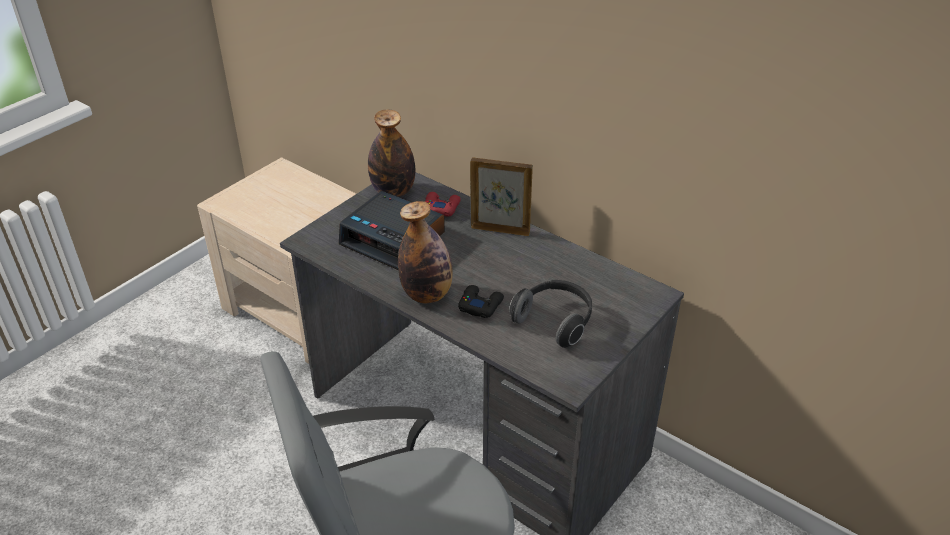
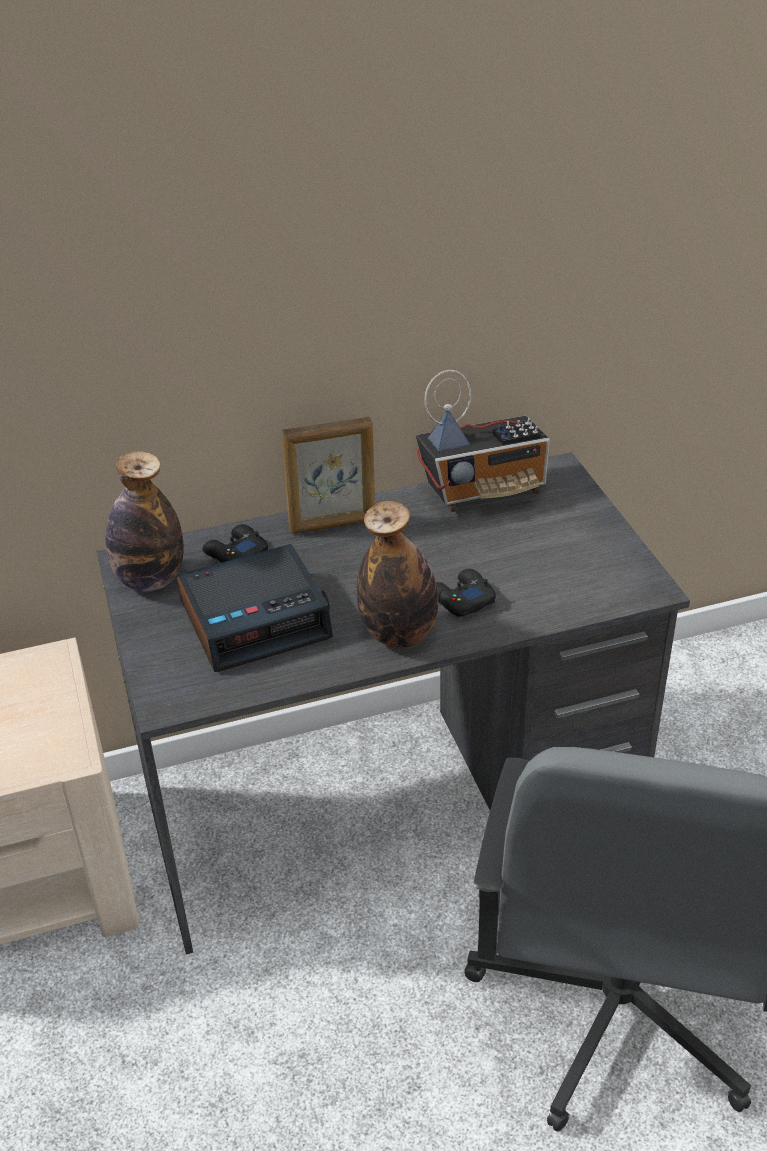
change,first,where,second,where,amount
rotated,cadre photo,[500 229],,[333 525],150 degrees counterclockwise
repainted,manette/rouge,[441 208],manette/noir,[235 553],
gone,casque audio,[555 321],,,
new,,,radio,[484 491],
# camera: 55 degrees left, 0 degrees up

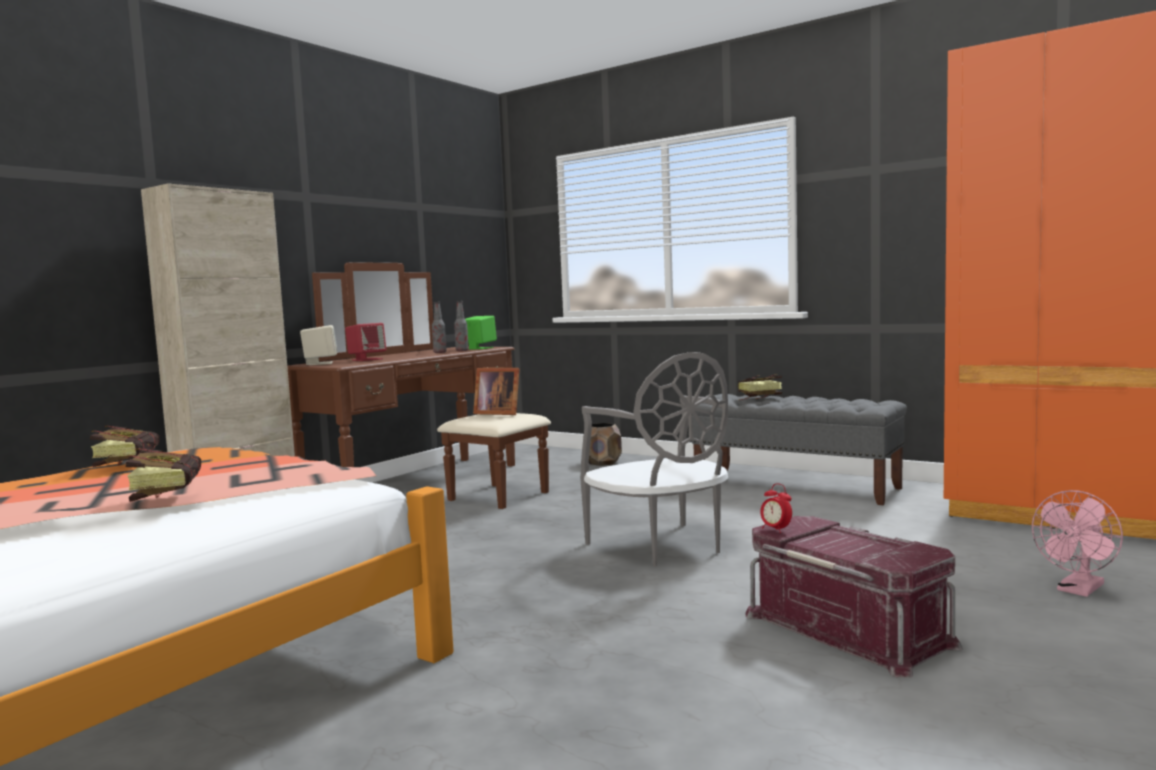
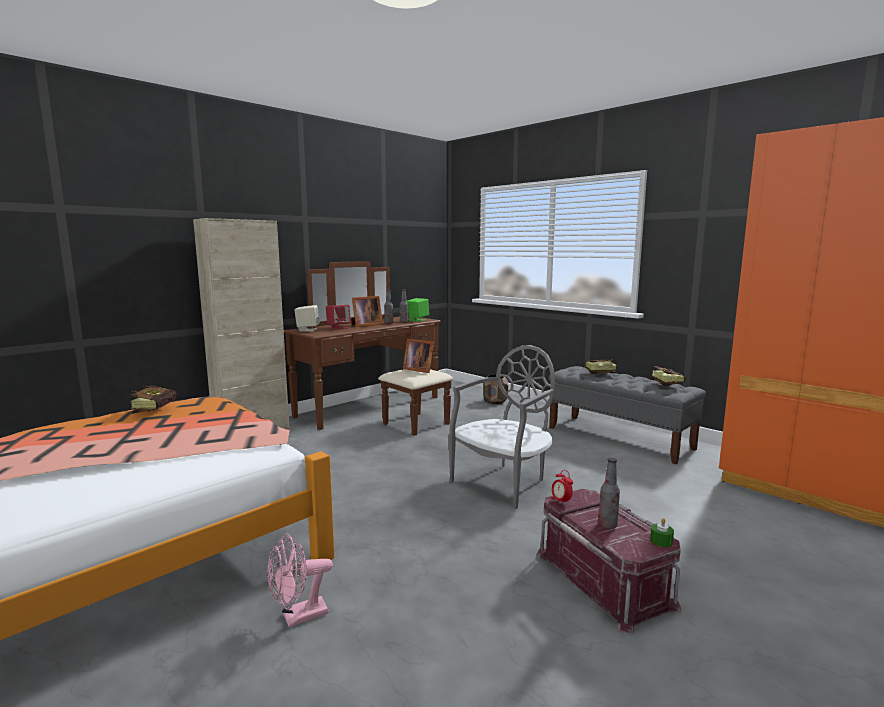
change,first,where,second,where,amount
rotated,chaise/gris,[661 546],,[504 483],120 degrees counterclockwise
shifted,livre,[169 495],,[665 384],
shifted,ventilateur/rose,[1078 590],,[298 617],
new,,,cadre photo,[365 325],
new,,,bouteille,[607 525],
new,,,bougie/vert,[661 541],
# camera: 10 degrees right, 5 degrees up

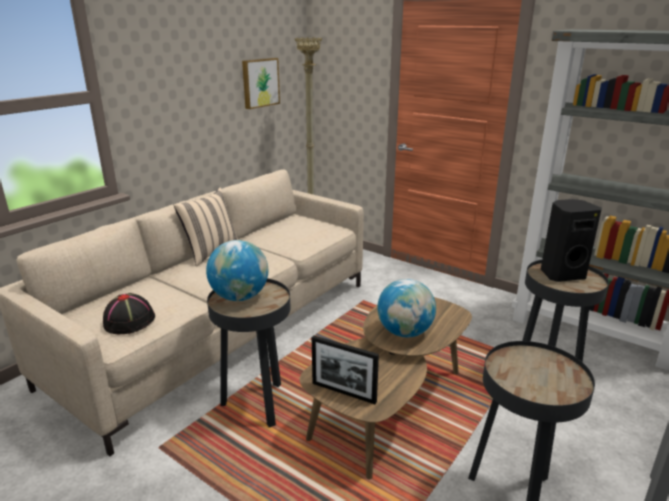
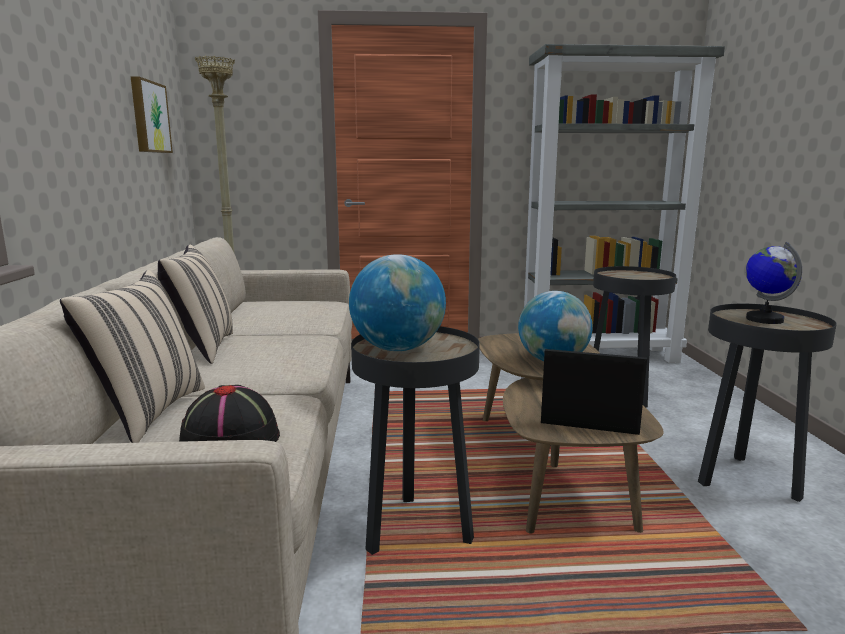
change,first,where,second,where,amount
gone,enceinte/noir,[561 274],,,
rotated,cadre photo,[343 392],,[589 427],150 degrees counterclockwise
new,,,globe,[764 319],
new,,,coussin/beige,[147 413],
# camera: 40 degrees left, 10 degrees down

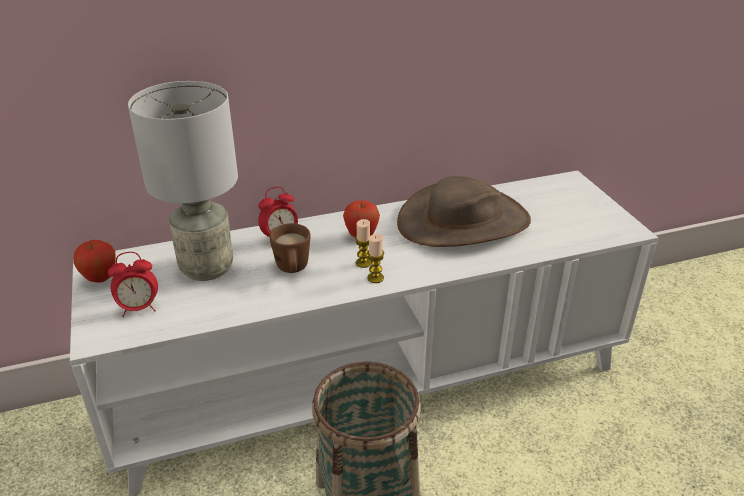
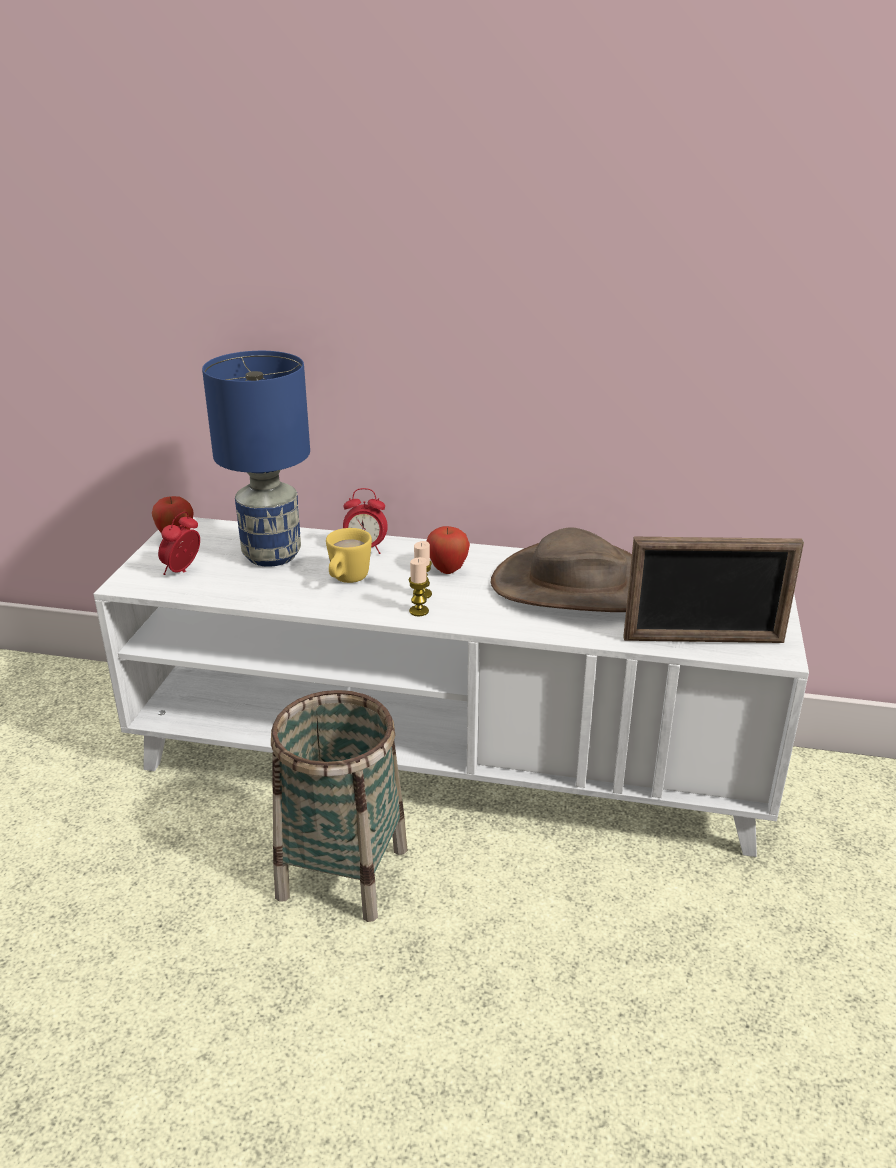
change,first,where,second,where,amount
repainted,lampe de table/gris,[208 268],lampe de table/bleu,[273 555],
repainted,mug/marron,[293 270],mug/jaune,[347 580],
rotated,réveil,[139 308],,[182 571],105 degrees clockwise
new,,,cadre photo,[703 640],
# camera: 30 degrees right, 5 degrees down

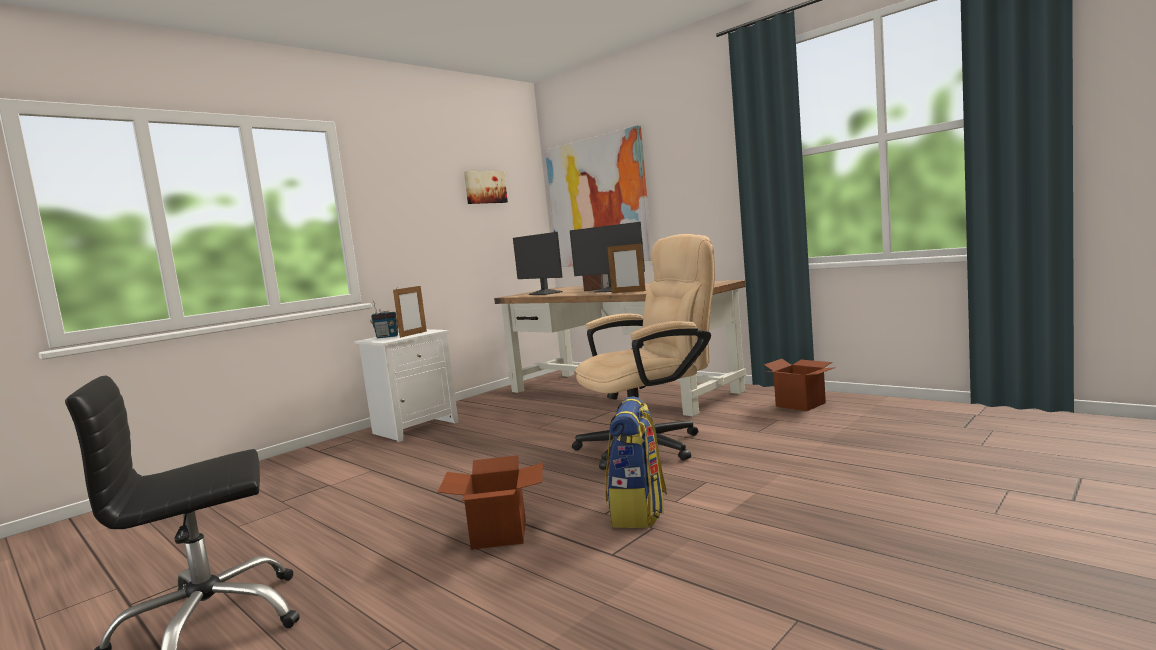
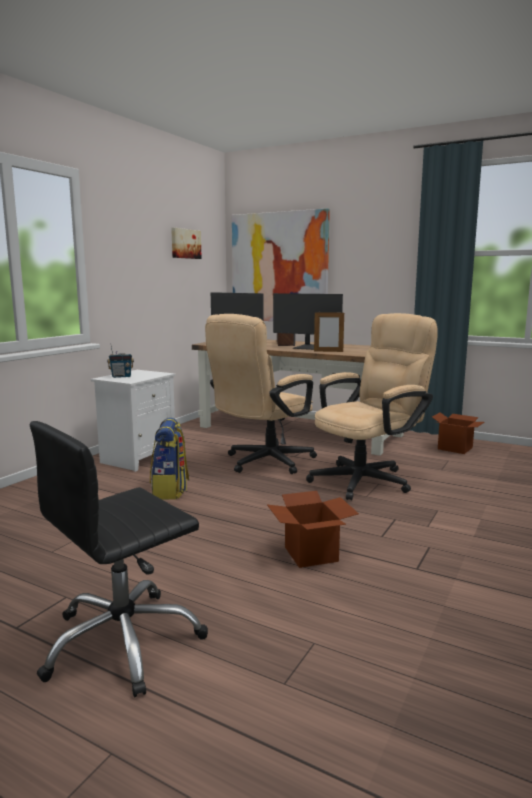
change,first,where,second,where,amount
gone,cadre photo,[413 334],,,
shifted,sac à dos,[638 512],,[170 491],
new,,,chaise de bureau/beige,[263 463],
# camera: 15 degrees left, 5 degrees up

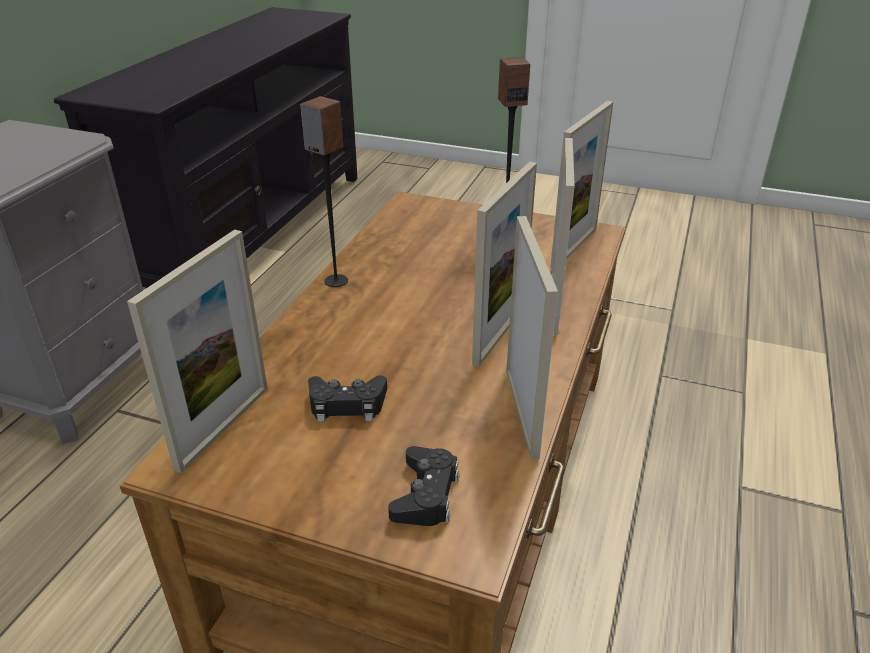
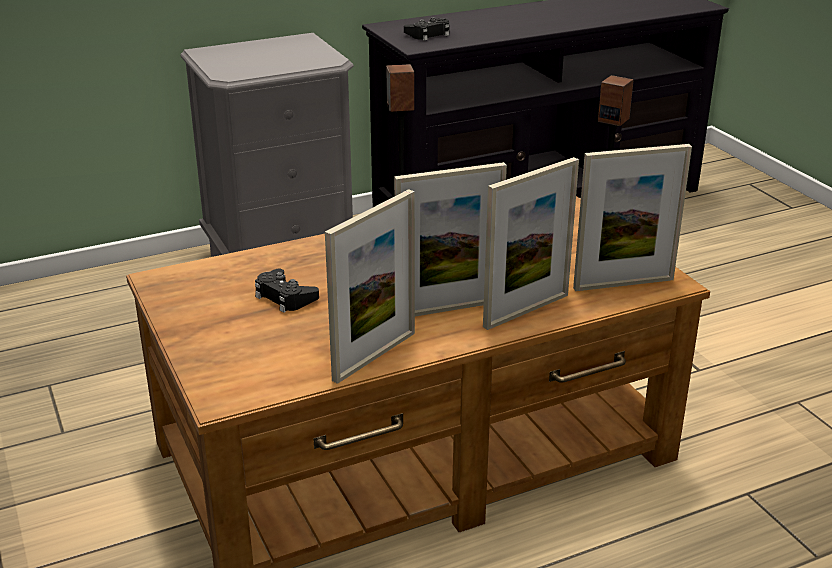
change,first,where,second,where,amount
gone,cadre photo,[223 427],,,
shifted,manette/noir,[426 494],,[428 34],
# camera: 45 degrees right, 5 degrees down

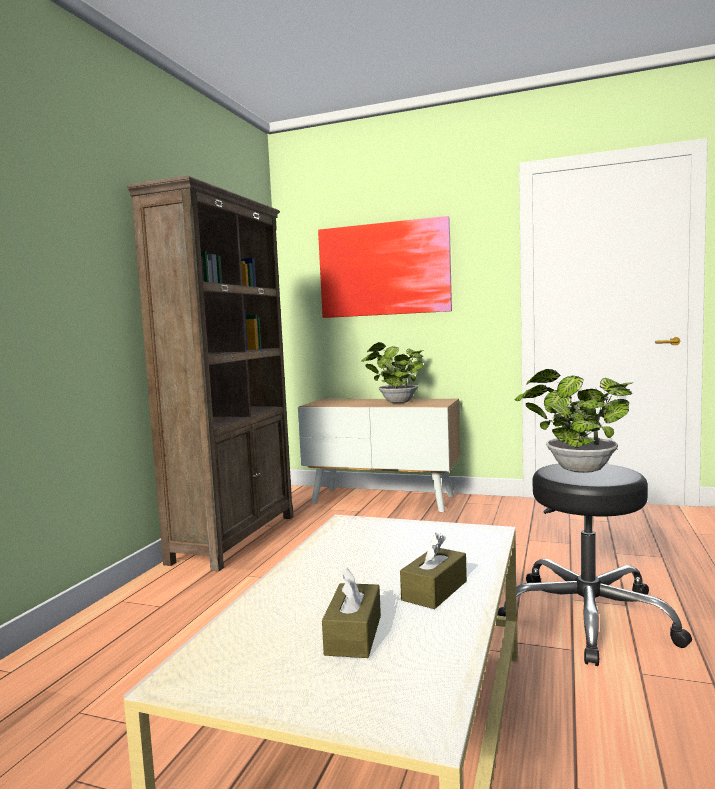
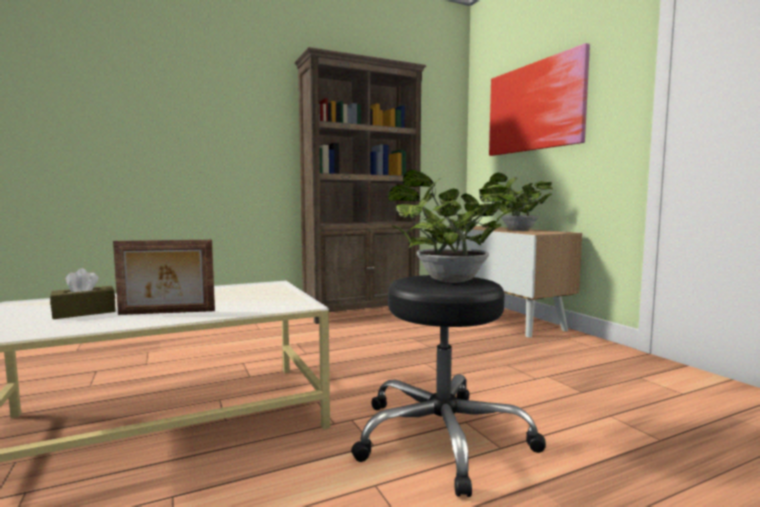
change,first,where,second,where,amount
swapped,boîte à mouchoirs/marron,[434 590],cadre photo,[166 313],
# camera: 45 degrees right, 0 degrees up

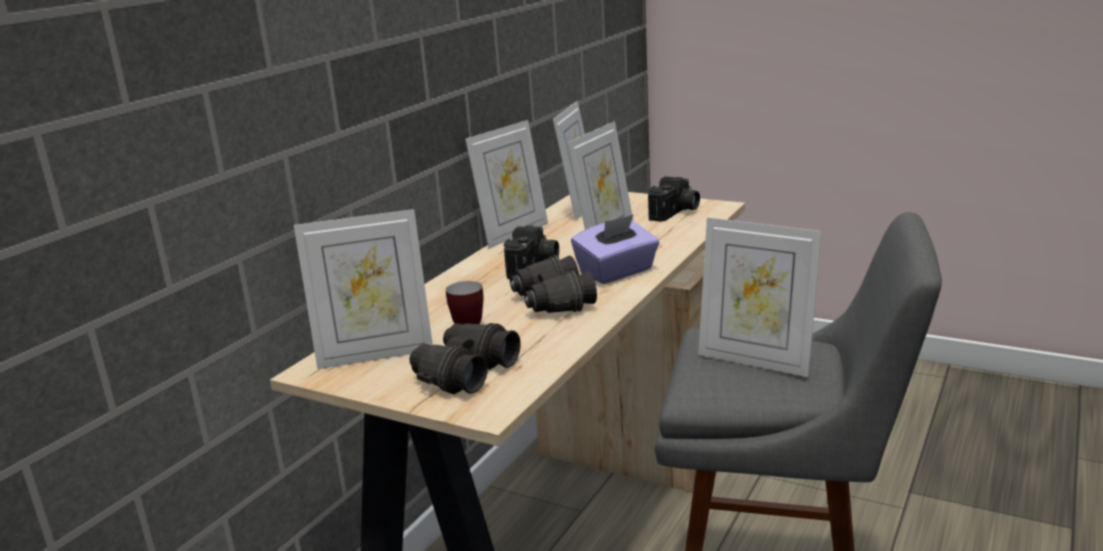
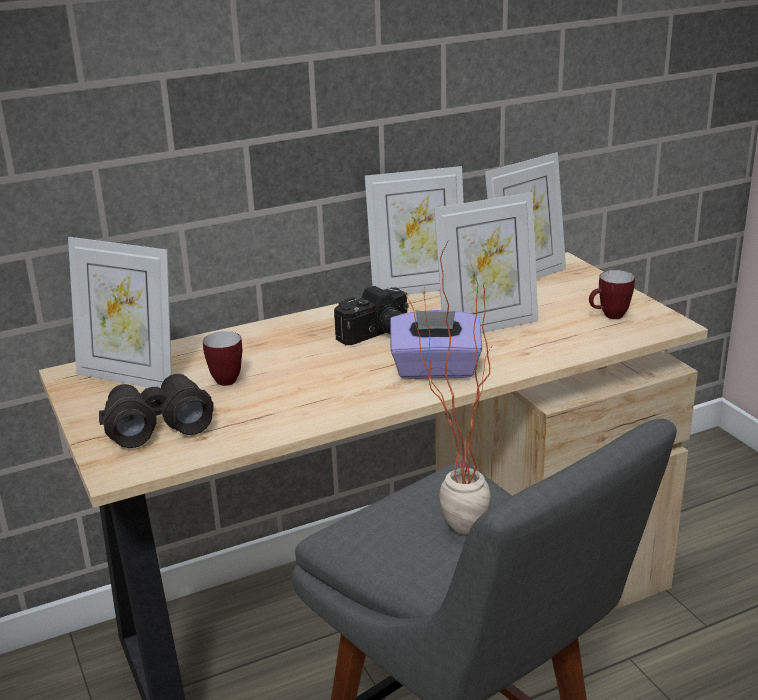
change,first,where,second,where,amount
swapped,appareil photo,[675 212],mug,[609 316],
swapped,cadre photo,[755 360],plante en pot,[448 526],
gone,jumelles/noir,[552 302],,,
# camera: 35 degrees right, 5 degrees up

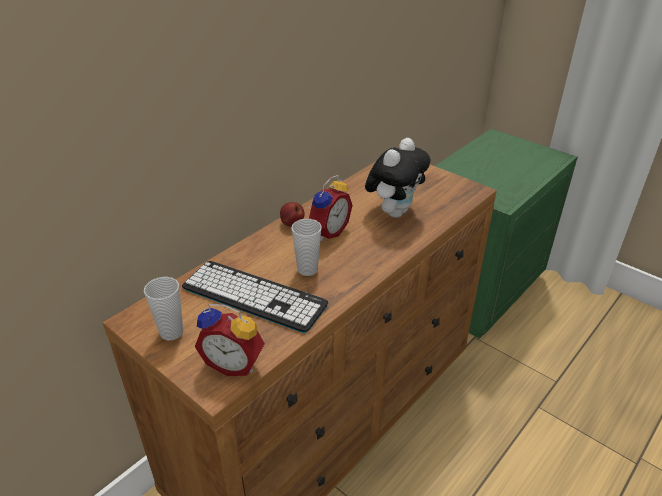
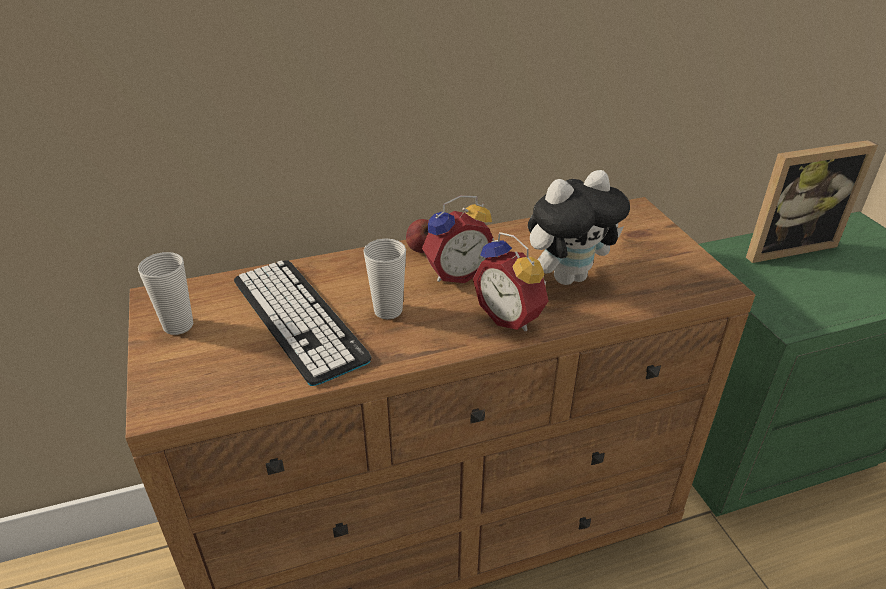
change,first,where,second,where,amount
shifted,réveil,[235 363],,[511 317],
new,,,cadre photo,[784 245],
# camera: 30 degrees right, 0 degrees up

